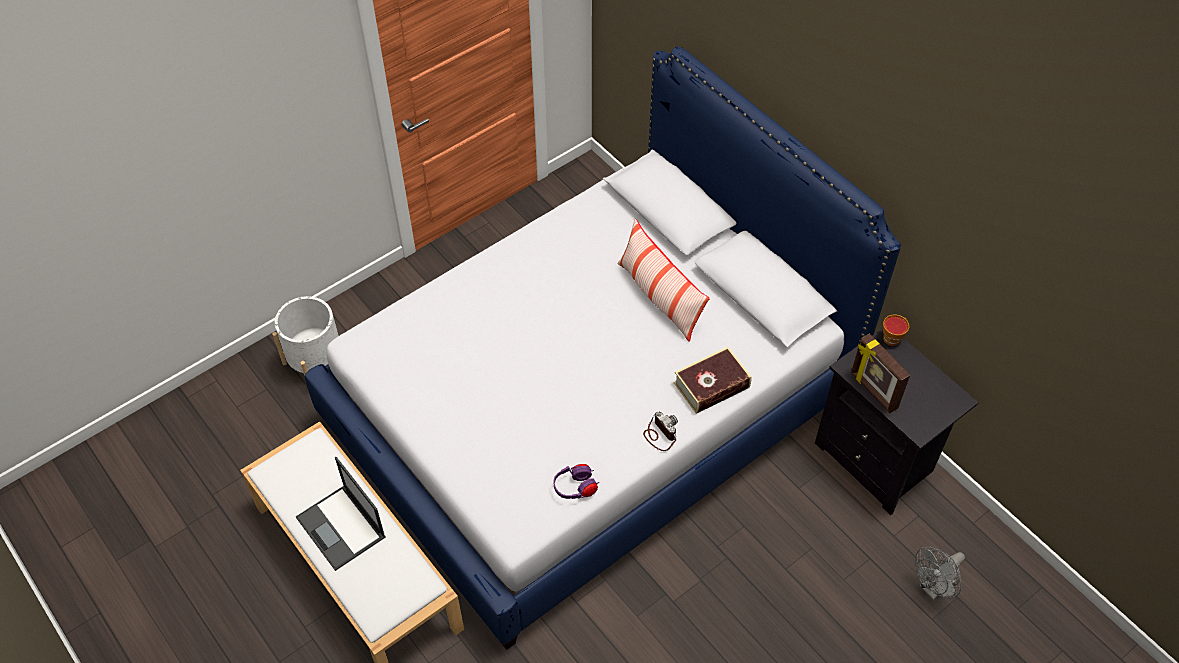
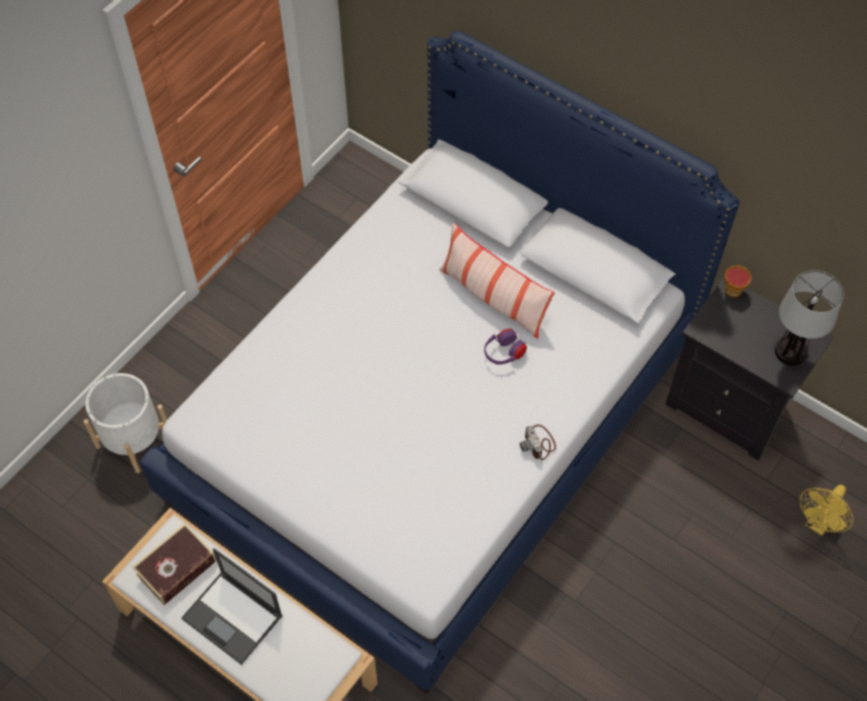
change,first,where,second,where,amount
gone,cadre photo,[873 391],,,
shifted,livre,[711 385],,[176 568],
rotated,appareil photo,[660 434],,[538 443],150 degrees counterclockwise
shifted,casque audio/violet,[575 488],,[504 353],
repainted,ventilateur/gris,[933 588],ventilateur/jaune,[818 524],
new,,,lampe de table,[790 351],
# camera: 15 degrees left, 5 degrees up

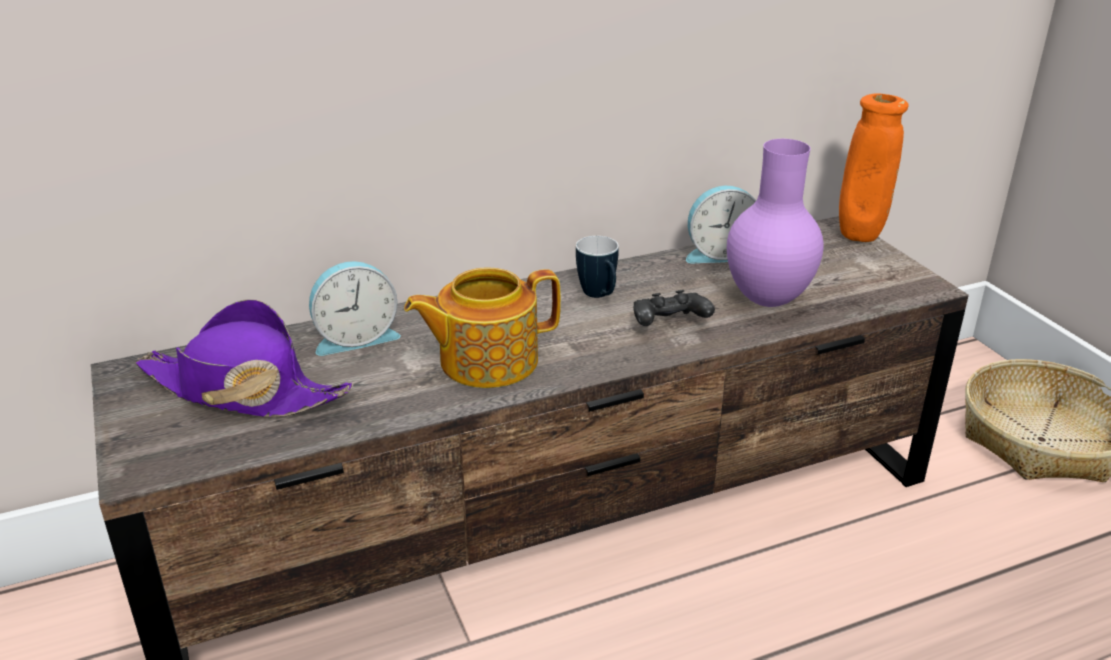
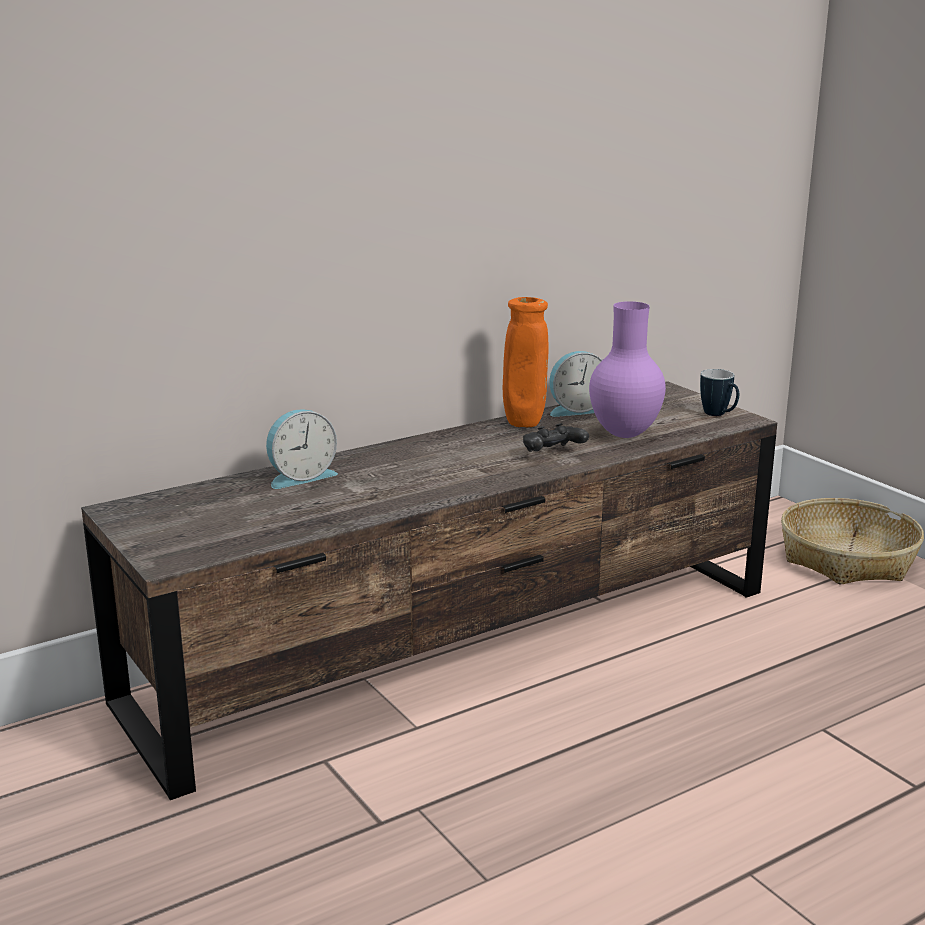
change,first,where,second,where,amount
shifted,vase/orange,[859 237],,[524 425],
shifted,mug,[600 296],,[719 415],
gone,théière,[486 360],,,
gone,chapeau/violet,[243 390],,,
# camera: 10 degrees left, 10 degrees down

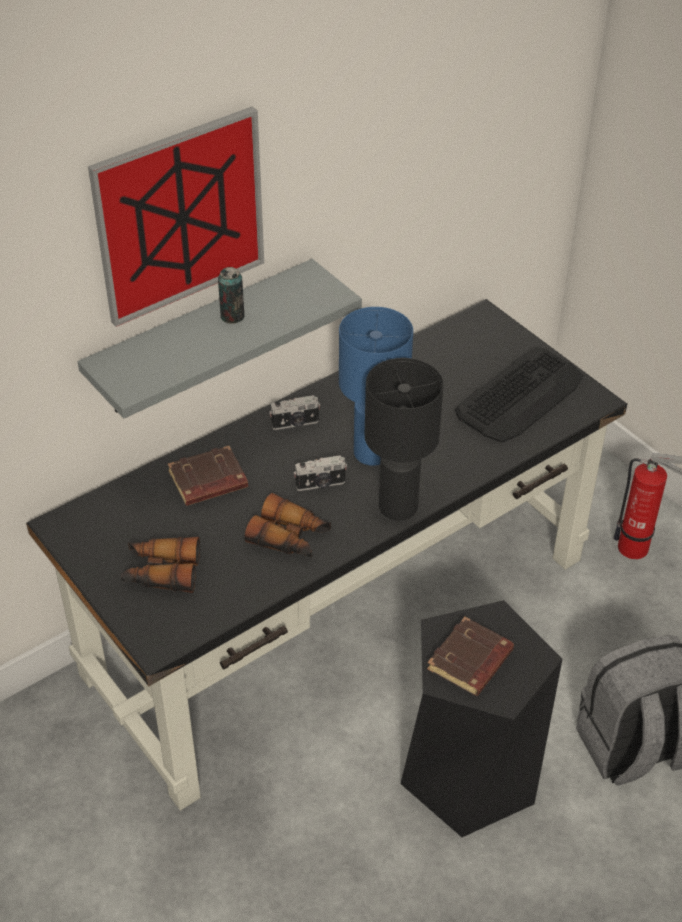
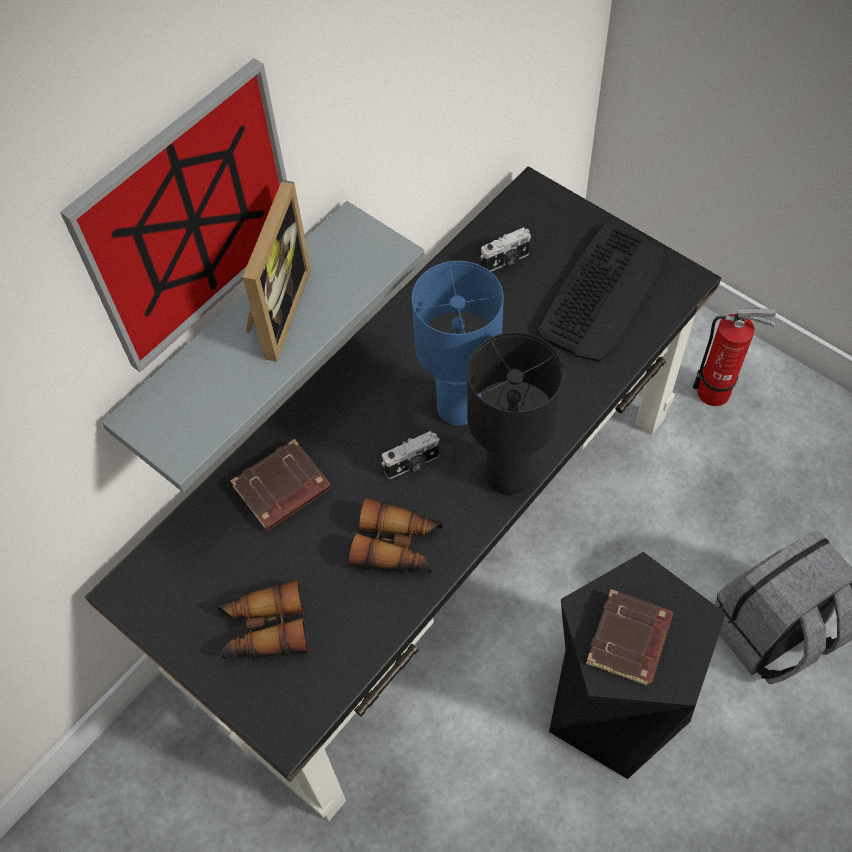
change,first,where,second,where,amount
swapped,boîte métallique,[232 316],cadre photo,[275 311],
shifted,appareil photo,[295 424],,[506 261],
# camera: 10 degrees left, 15 degrees up

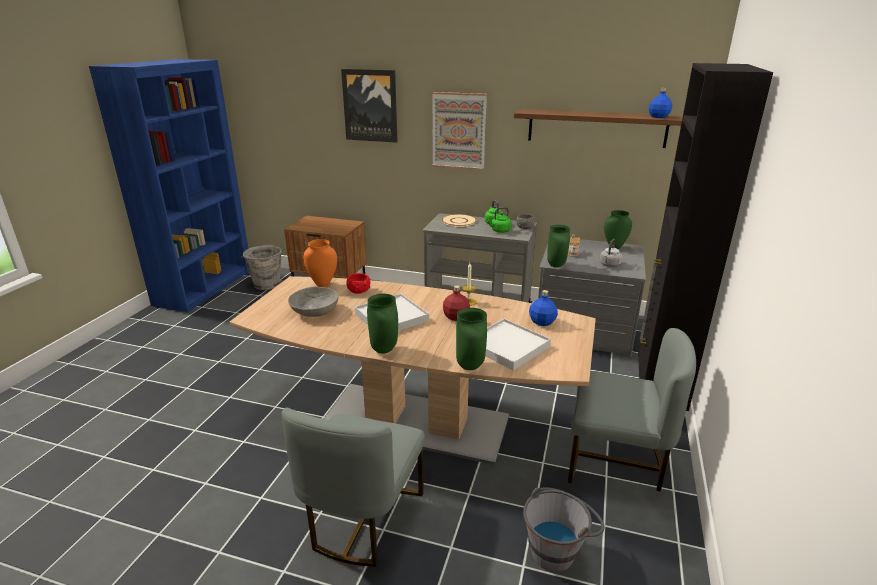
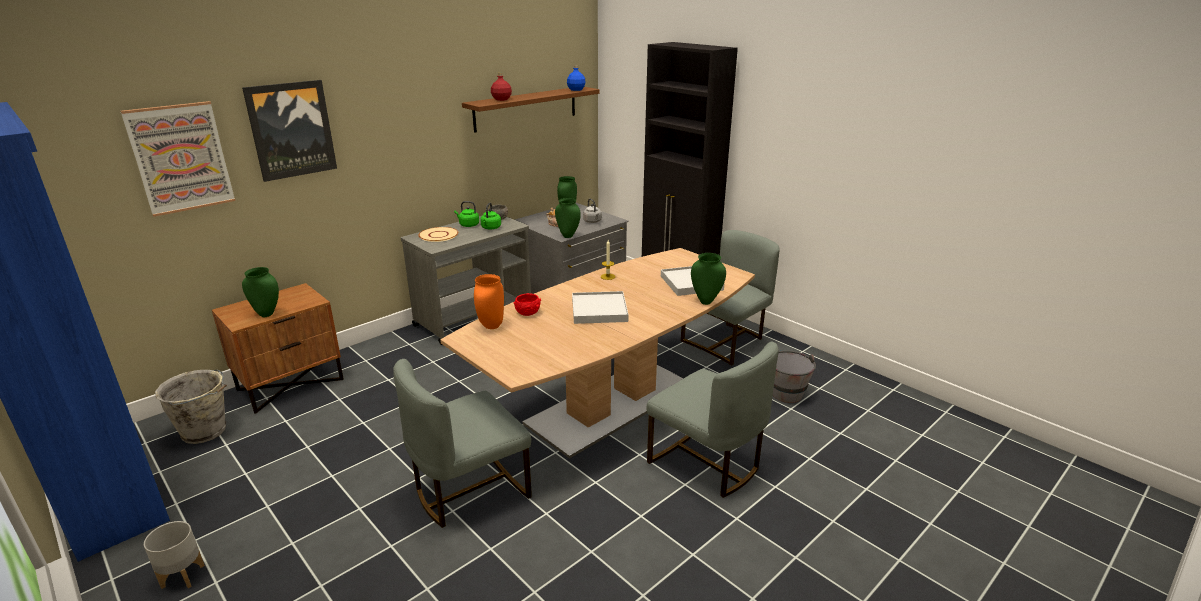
change,first,where,second,where,amount
shifted,tableau,[459 131],,[181 158],
shifted,bouteille/rouge,[456 317],,[502 99],
gone,bol/gris,[314 311],,,
gone,bouteille/bleu,[542 322],,,
shifted,vase/vert,[383 350],,[266 314],
new,,,chaise/gris,[469 490],
new,,,cache-pot/gris,[182 576],
# camera: 60 degrees left, 0 degrees up

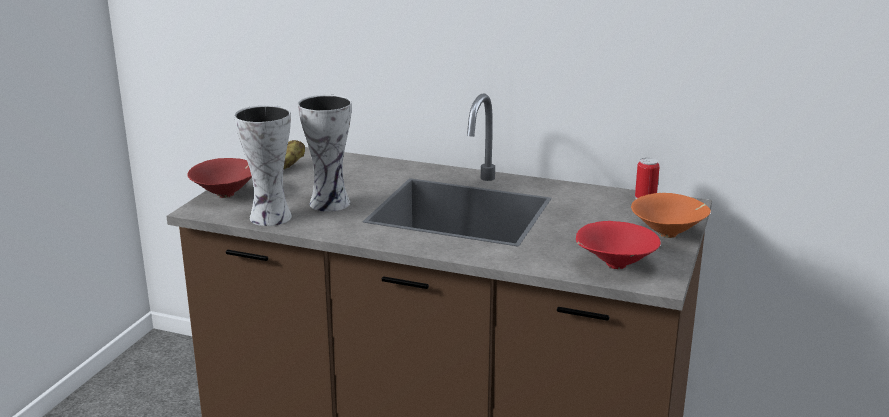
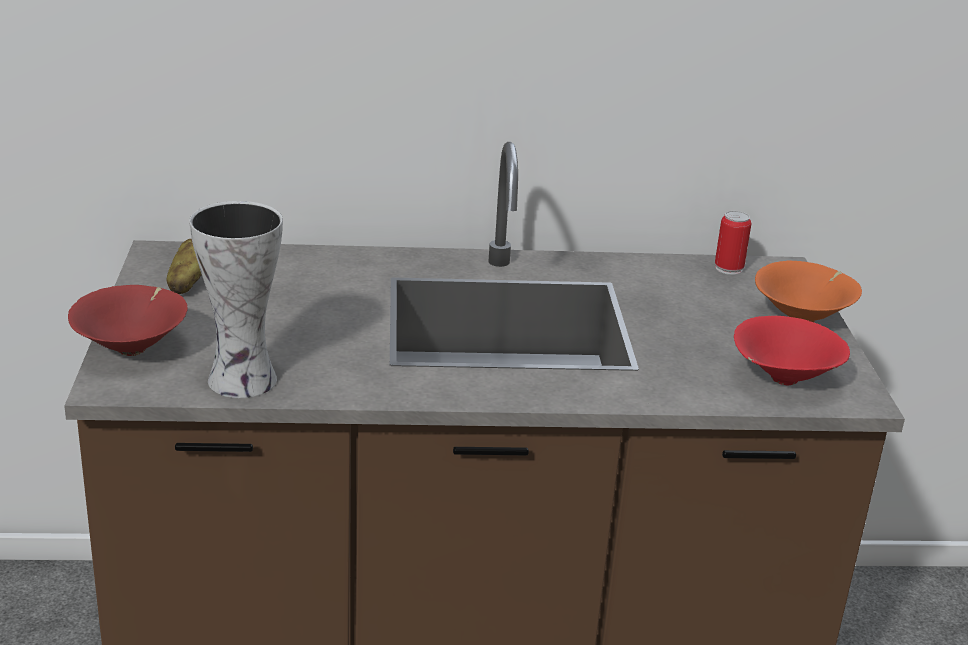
change,first,where,second,where,amount
gone,vase,[331 203],,,
# camera: 25 degrees left, 5 degrees up

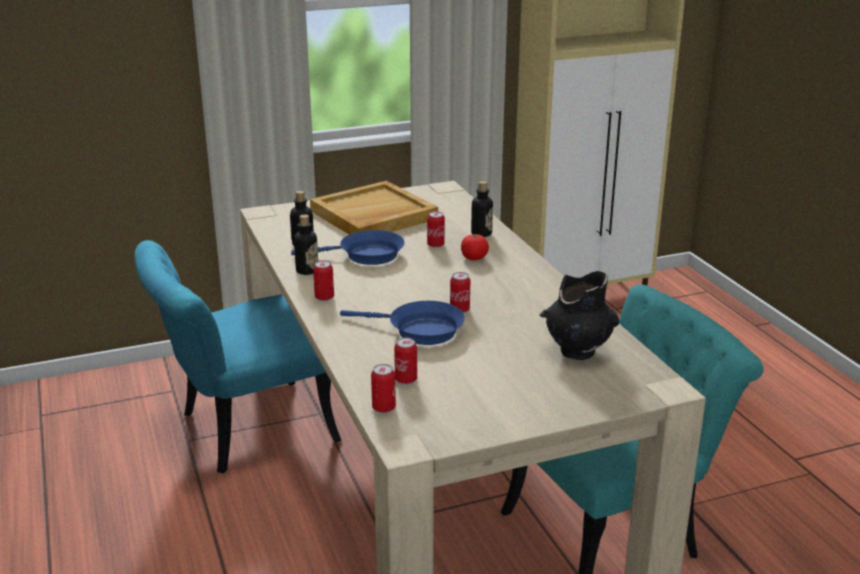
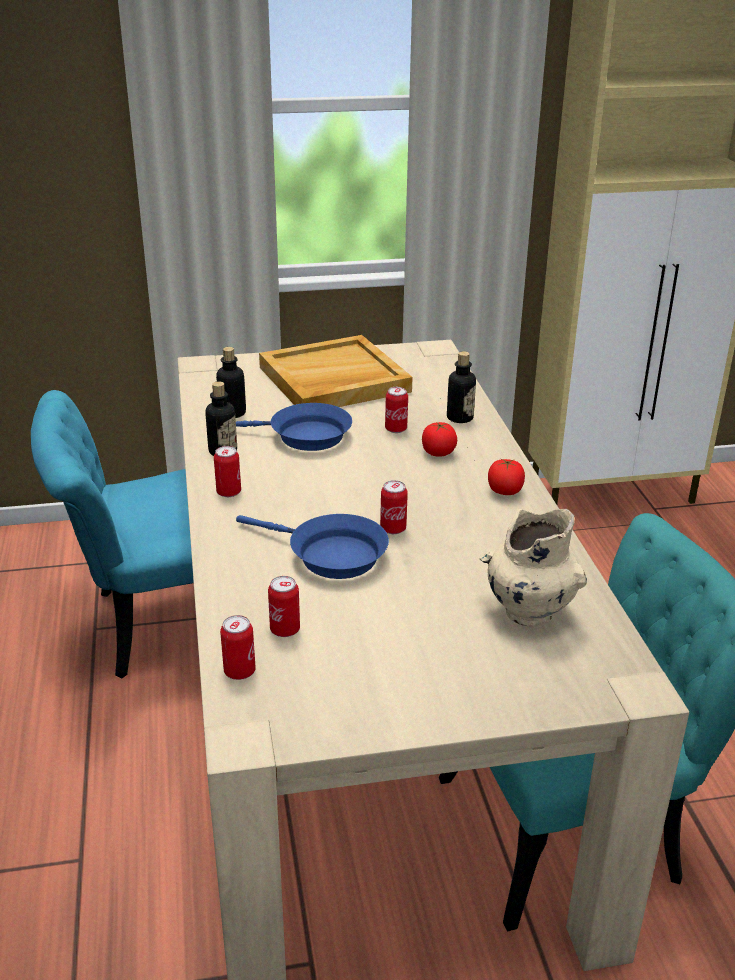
change,first,where,second,where,amount
repainted,vase/noir,[576 351],vase/beige,[528 612],
new,,,tomate,[505 491],
# camera: 10 degrees right, 5 degrees up

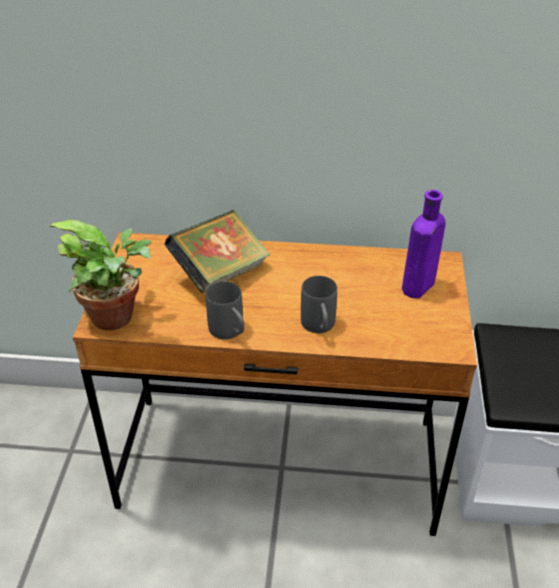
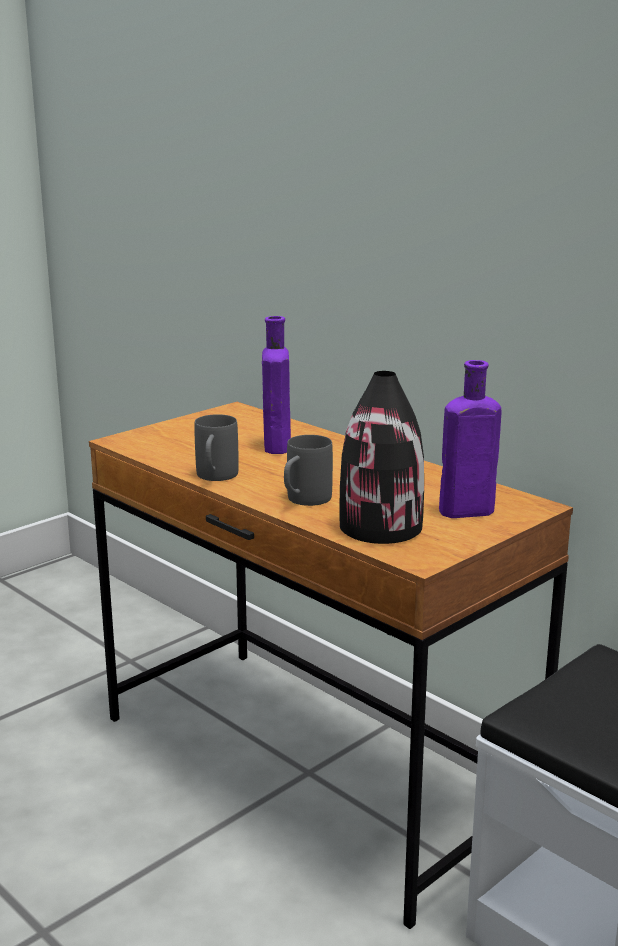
change,first,where,second,where,amount
swapped,livre,[220 273],bouteille/violet,[276 445],
gone,plante en pot,[118 317],,,
new,,,vase/noir,[381 527],
# camera: 40 degrees right, 20 degrees down

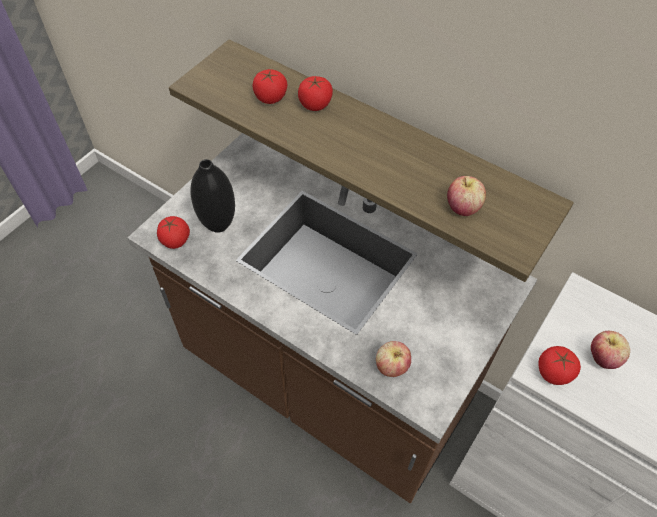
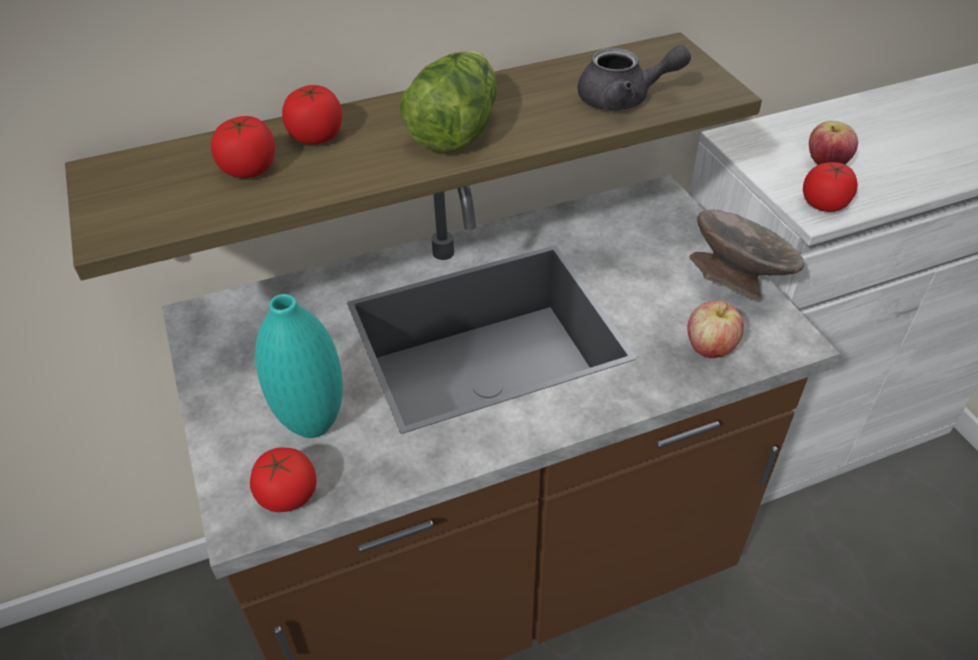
change,first,where,second,where,amount
repainted,vase/noir,[218 225],vase/turquoise,[313 424],
swapped,pomme,[462 208],théière/gris,[624 99],
new,,,laitue,[454 128],
new,,,bol/gris,[737 281],
# camera: 55 degrees left, 10 degrees down

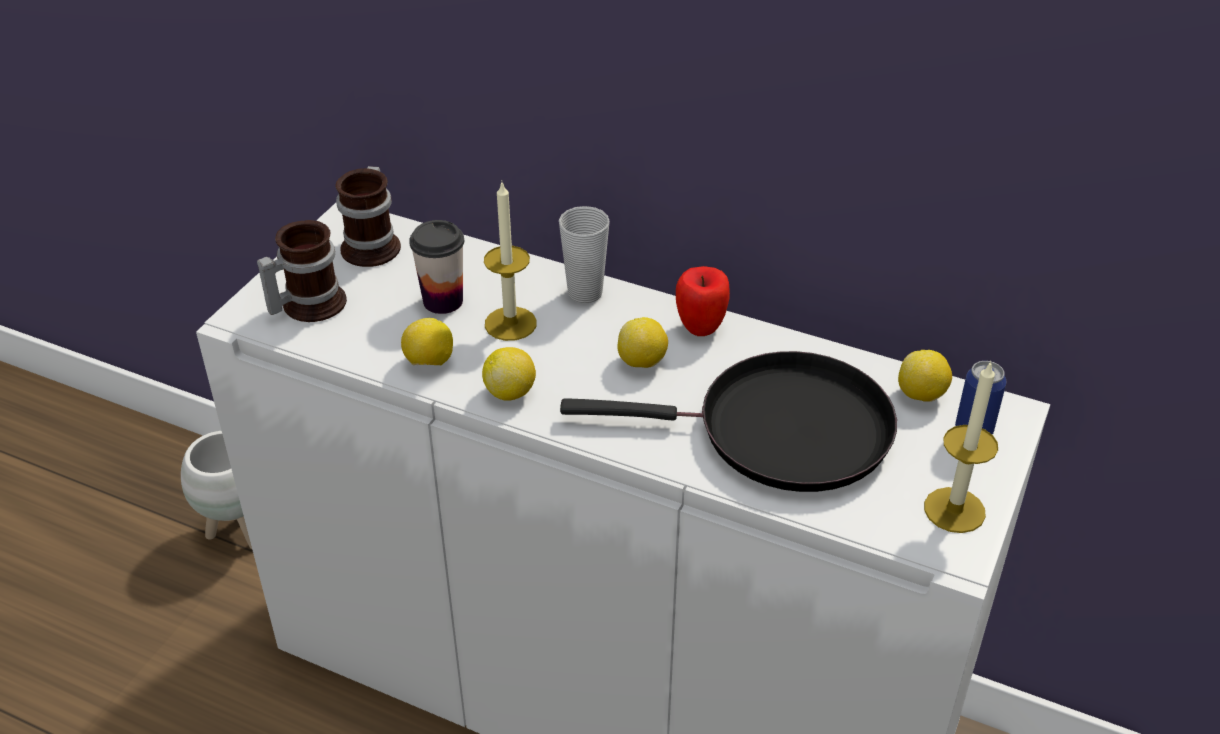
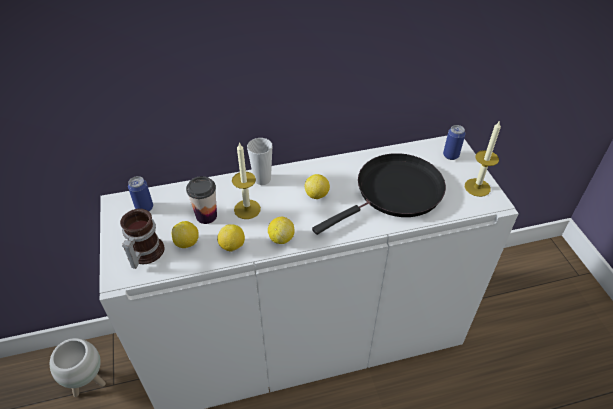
change,first,where,second,where,amount
swapped,mug,[375 245],boîte métallique,[144 208],
gone,pomme,[700 327],,,
shifted,citron,[921 395],,[187 243],
# camera: 40 degrees left, 5 degrees up

